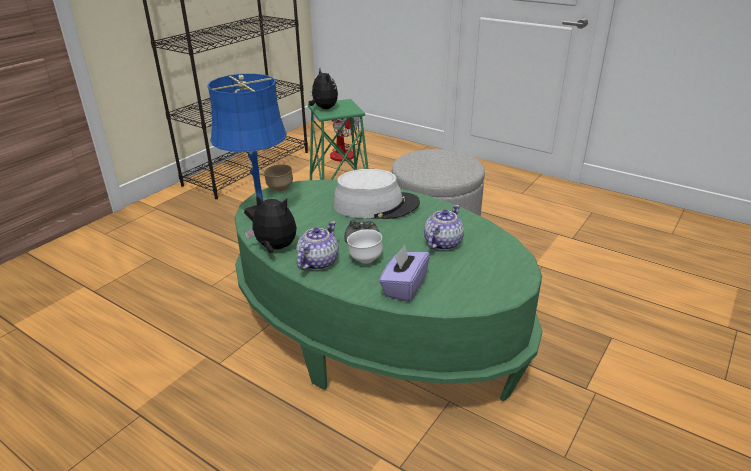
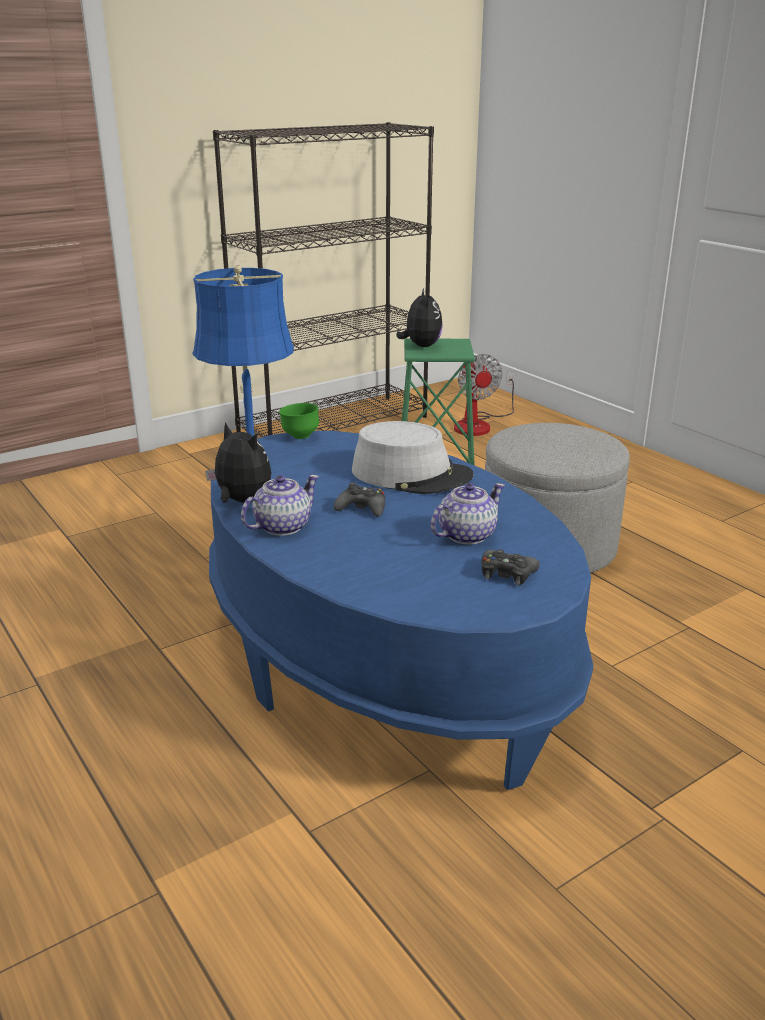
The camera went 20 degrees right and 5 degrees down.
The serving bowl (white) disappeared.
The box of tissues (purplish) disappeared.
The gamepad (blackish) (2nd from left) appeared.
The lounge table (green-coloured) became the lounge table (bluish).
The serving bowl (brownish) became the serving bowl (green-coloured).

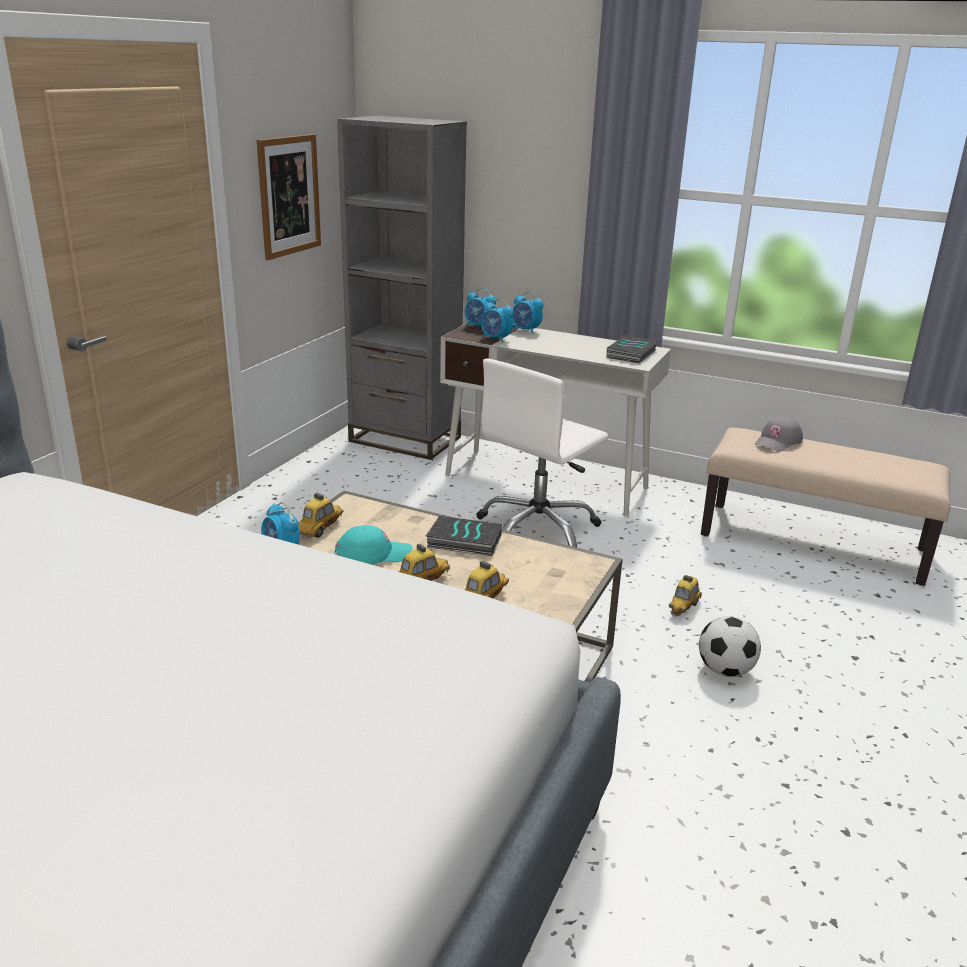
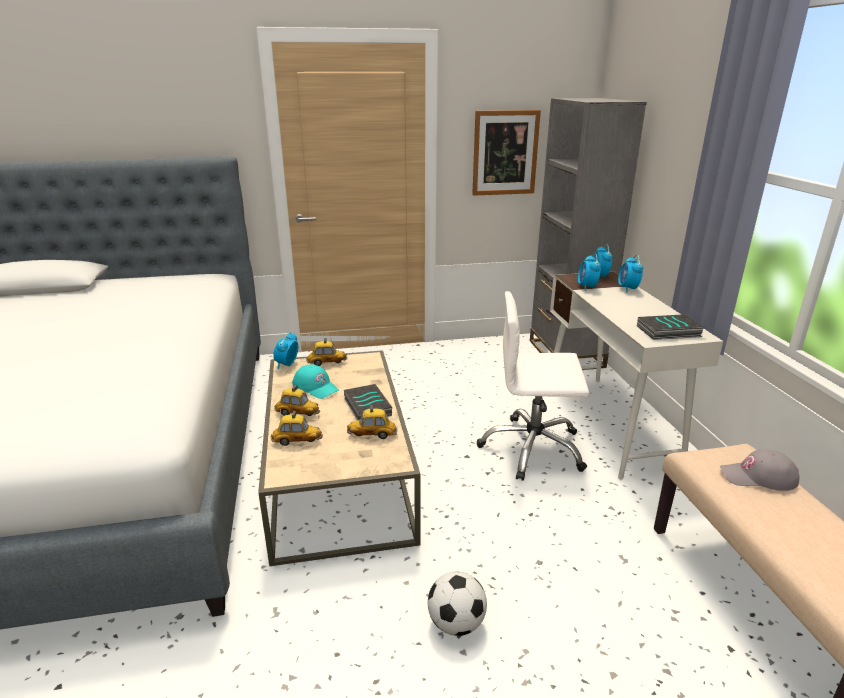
The camera went 55 degrees right and 0 degrees up.
The model car (4th from left) moved.

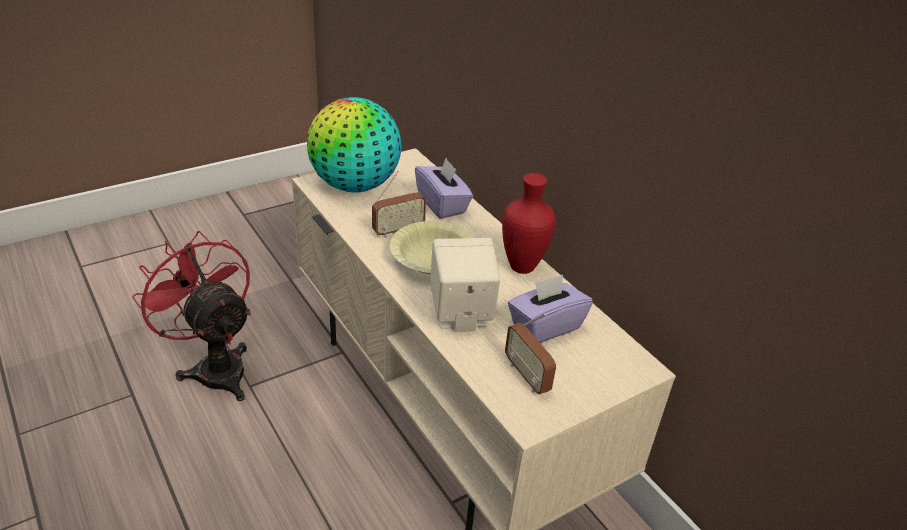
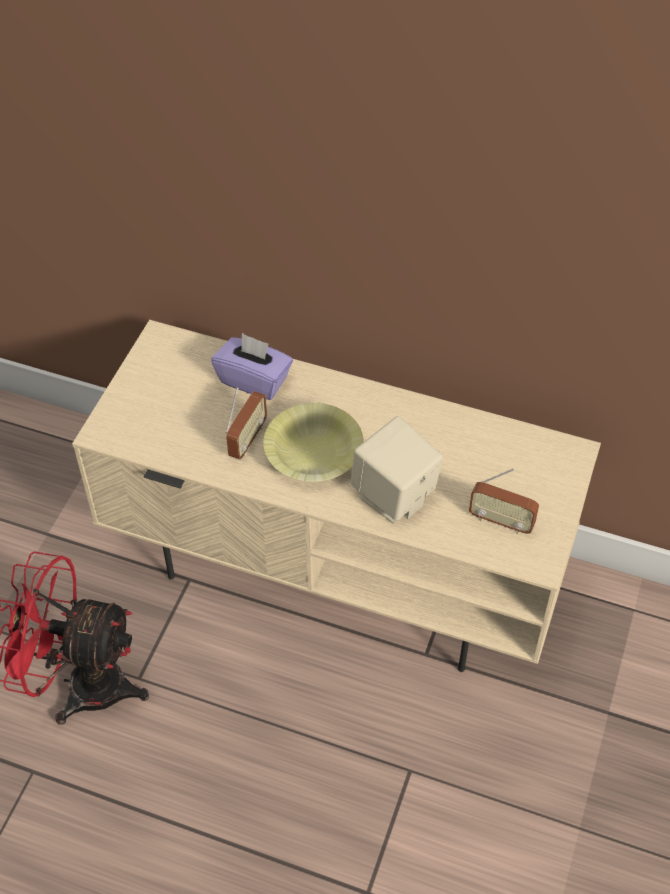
The camera went 35 degrees left and 15 degrees up.
The world globe disappeared.
The vase (red) disappeared.
The box of tissues (purplish) (2nd from left) disappeared.

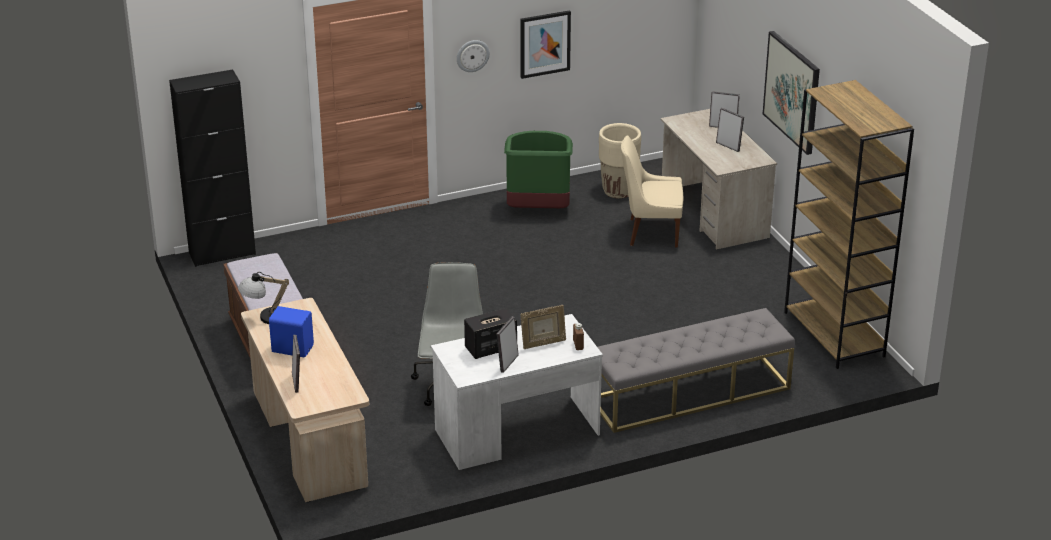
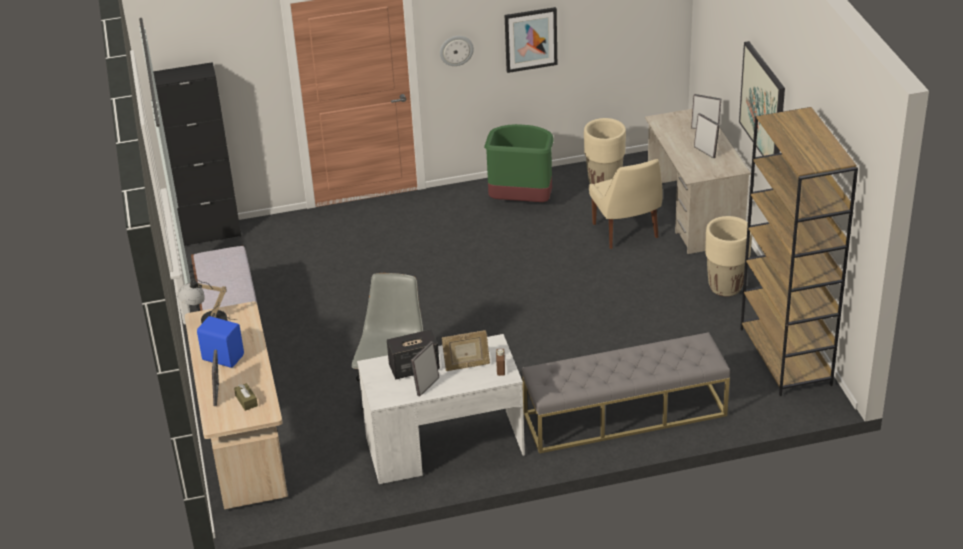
The camera went 10 degrees right and 5 degrees up.
The box of tissues (brownish) appeared.
The planter (sand-coloured) (2nd from left) appeared.
The plain chair (sand-coloured) turned 120 degrees counterclockwise.

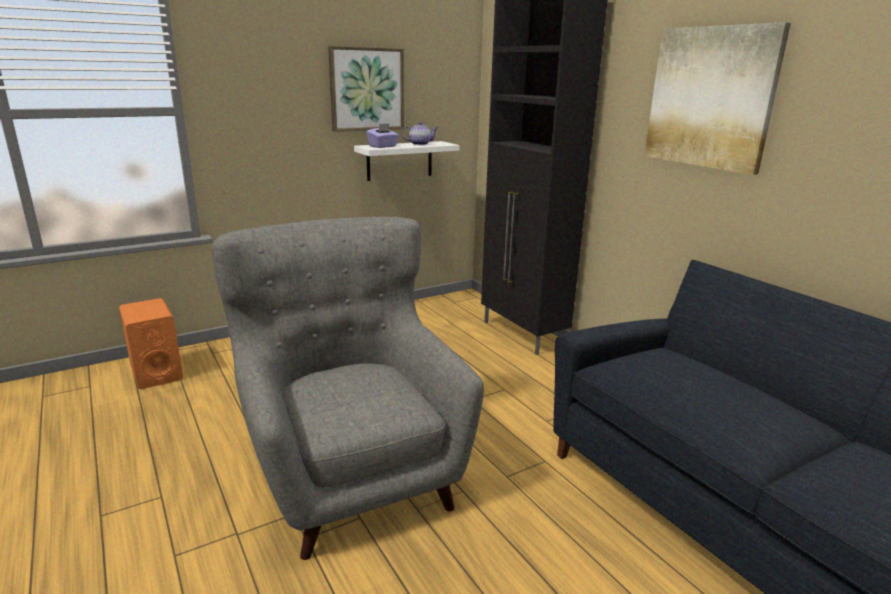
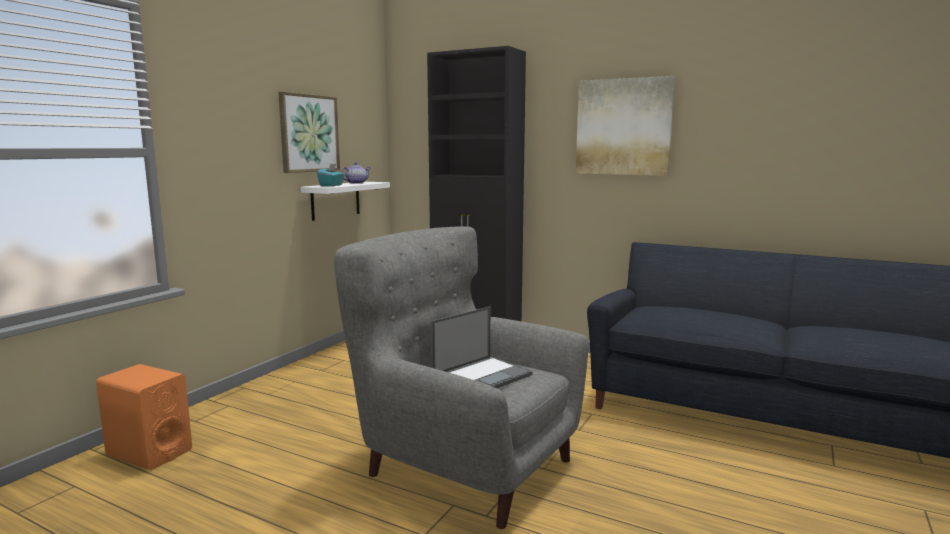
The camera went 30 degrees left and 10 degrees down.
The laptop appeared.
The box of tissues (purplish) became the box of tissues (blue-green).

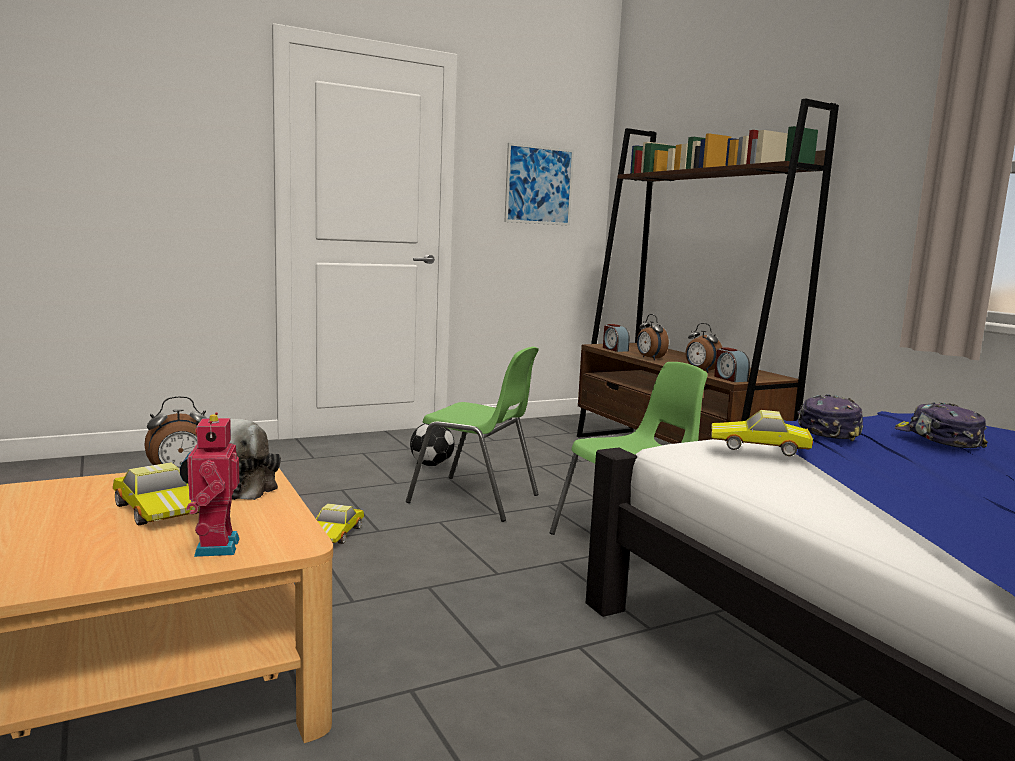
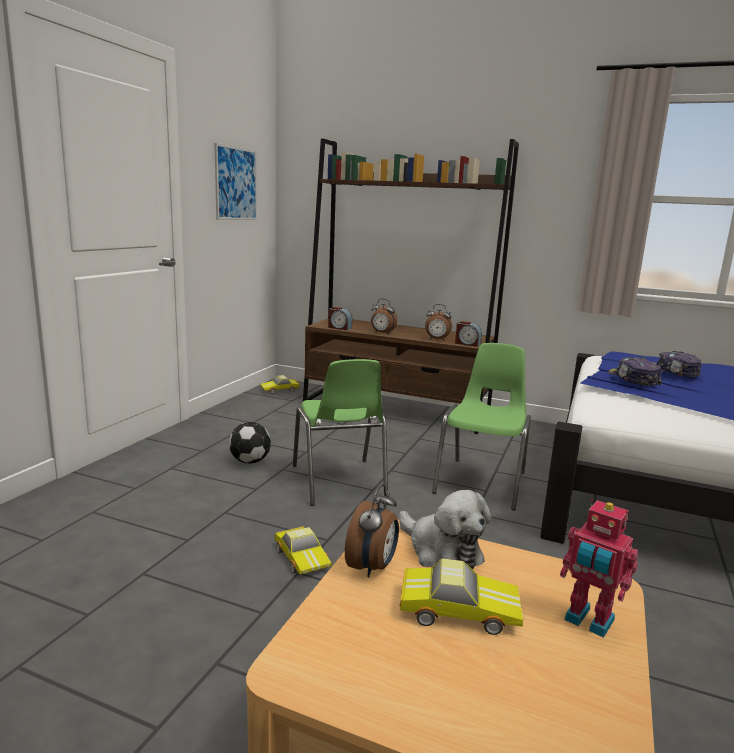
The camera went 40 degrees left and 5 degrees up.
The model car (3rd from left in the first image) moved.
The plain chair (green-coloured) (1st from left) turned 90 degrees clockwise.

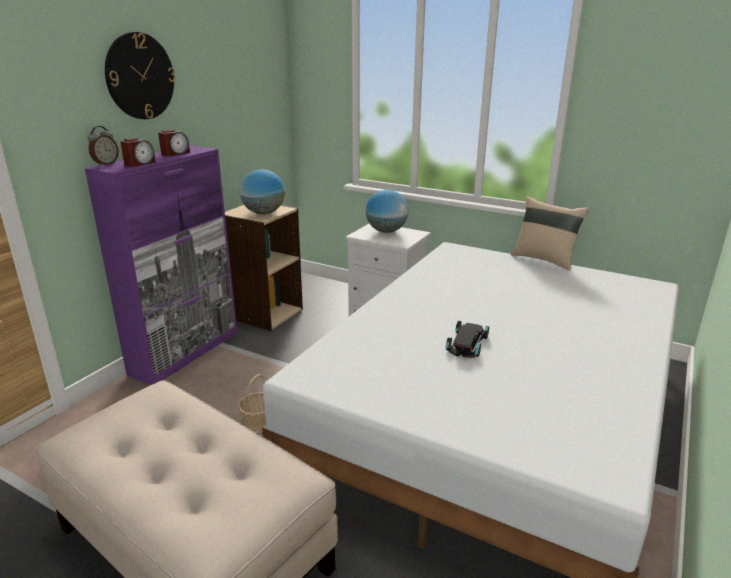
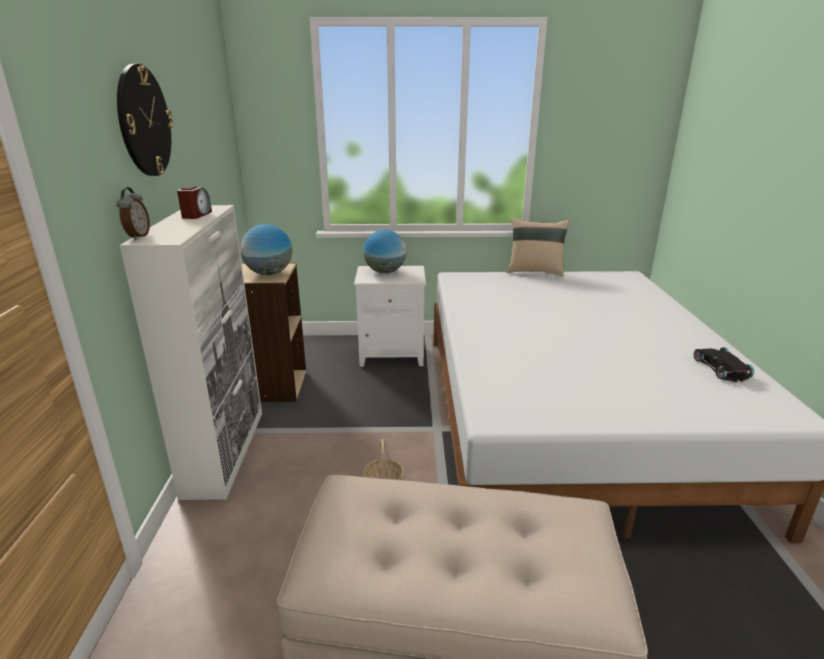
The camera went 30 degrees left and 0 degrees up.
The alarm clock (2nd from left) disappeared.
The model car (blackish) moved.
The cupboard (purplish) became the cupboard (white).

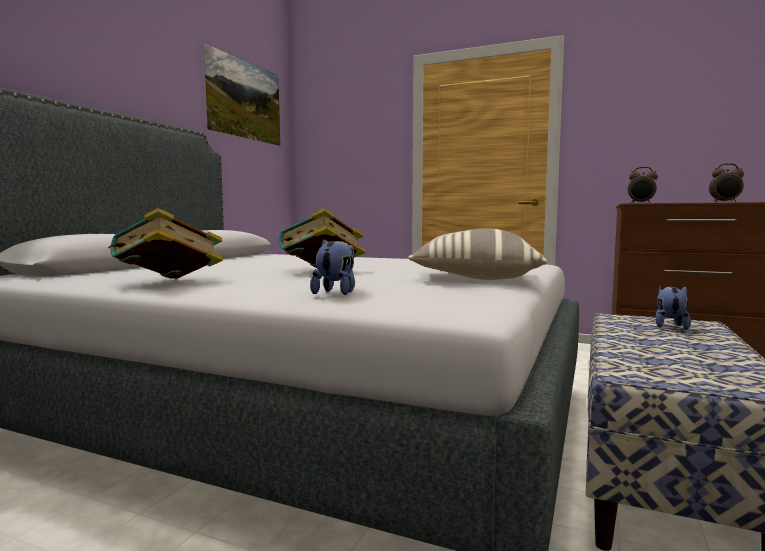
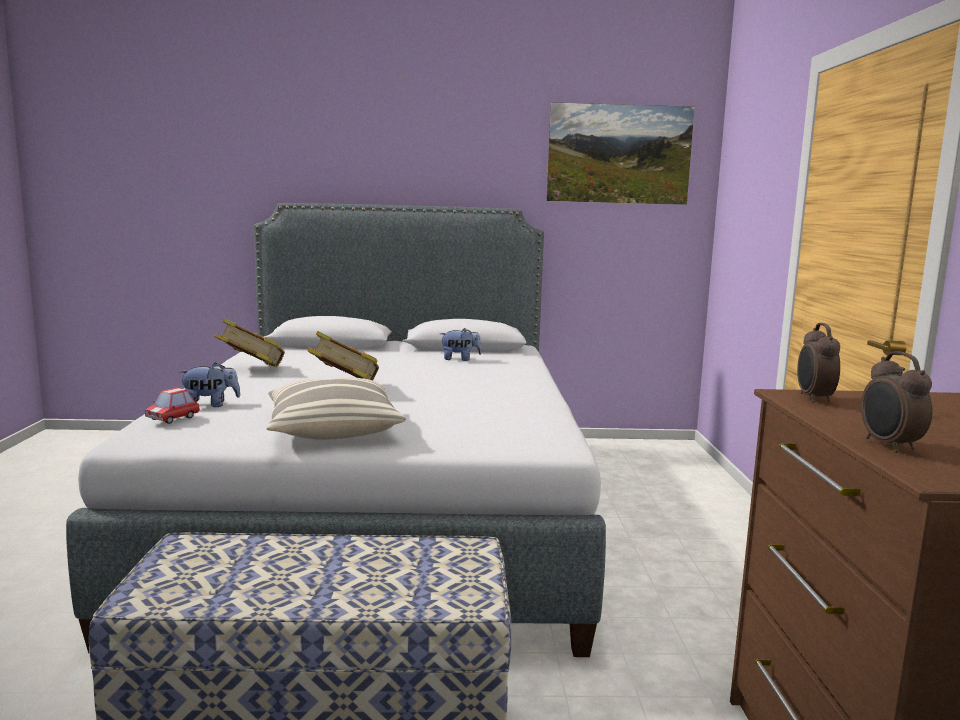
The camera went 65 degrees right and 5 degrees up.
The model car appeared.
The plush toy (2nd from left) moved.

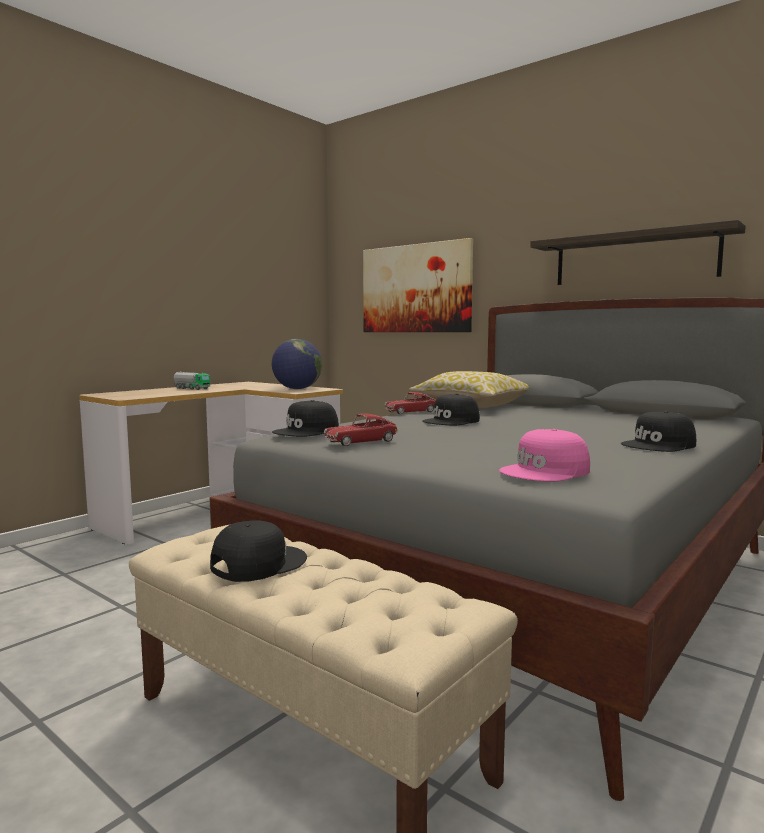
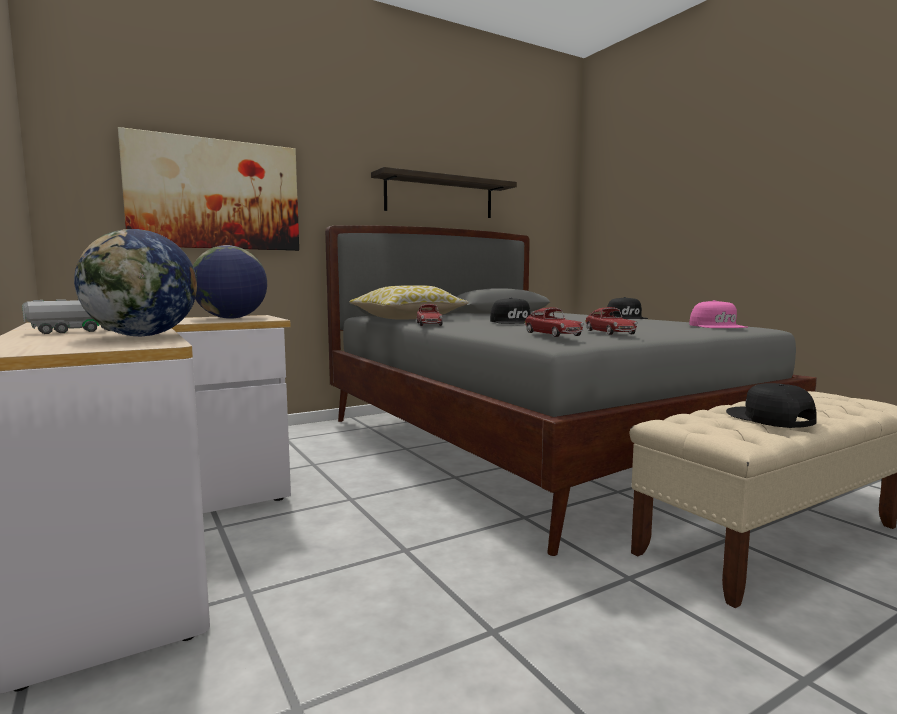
The camera went 70 degrees left and 0 degrees up.
The world globe (1st from left) appeared.
The peaked cap (blackish) (2nd from left) was replaced by the model car (2nd from left).

